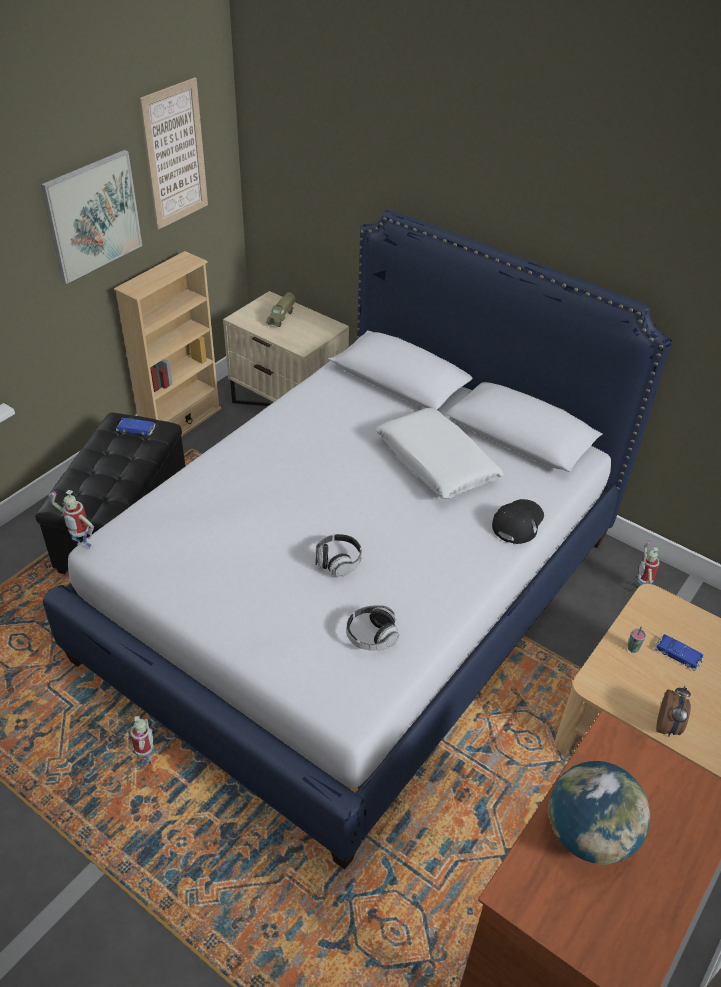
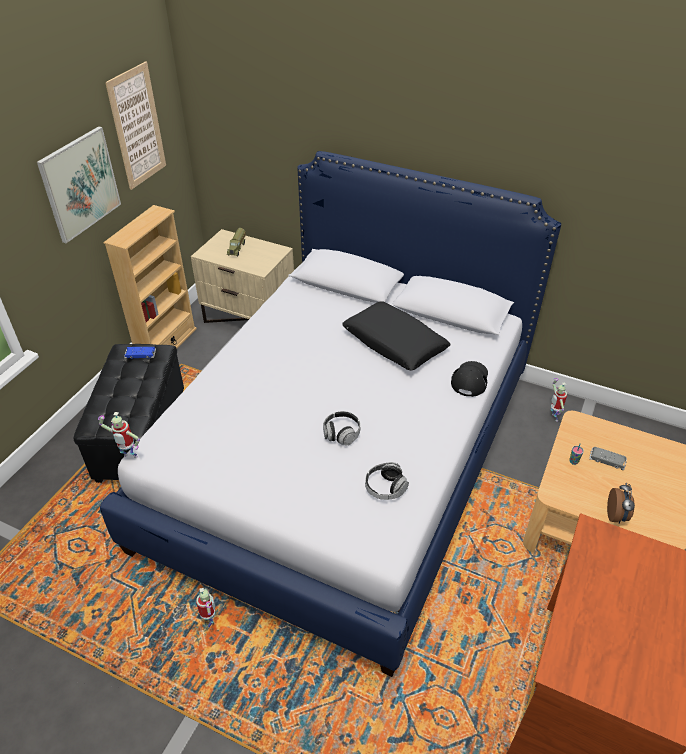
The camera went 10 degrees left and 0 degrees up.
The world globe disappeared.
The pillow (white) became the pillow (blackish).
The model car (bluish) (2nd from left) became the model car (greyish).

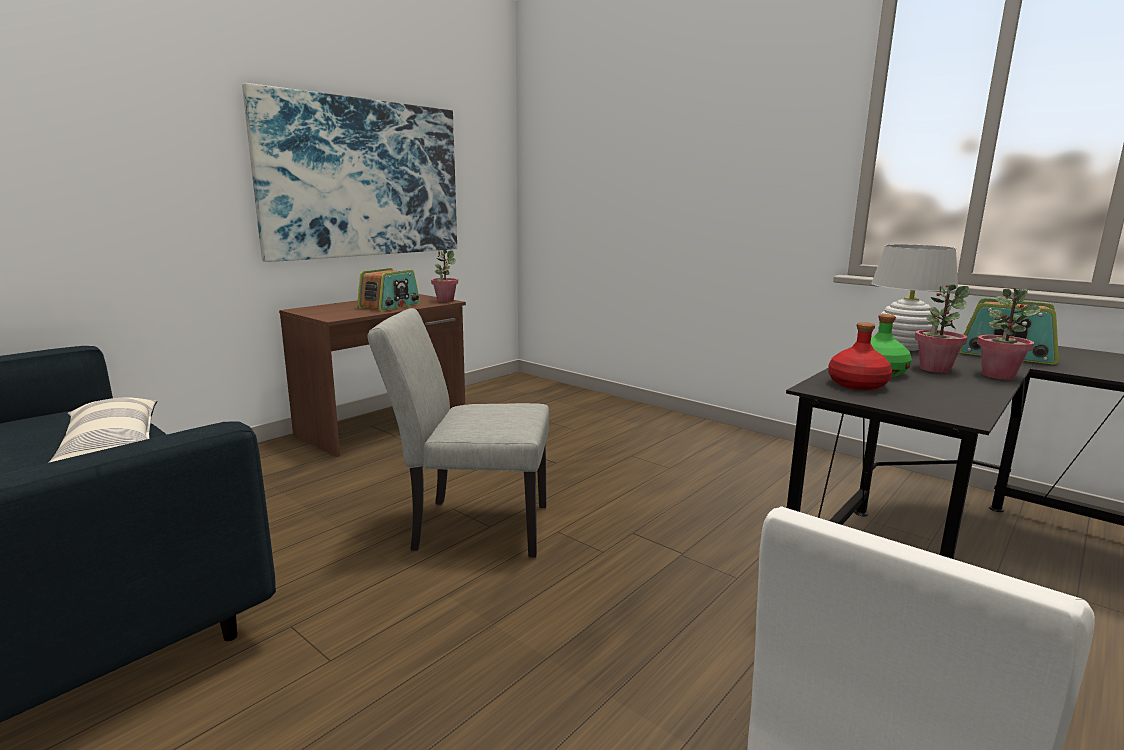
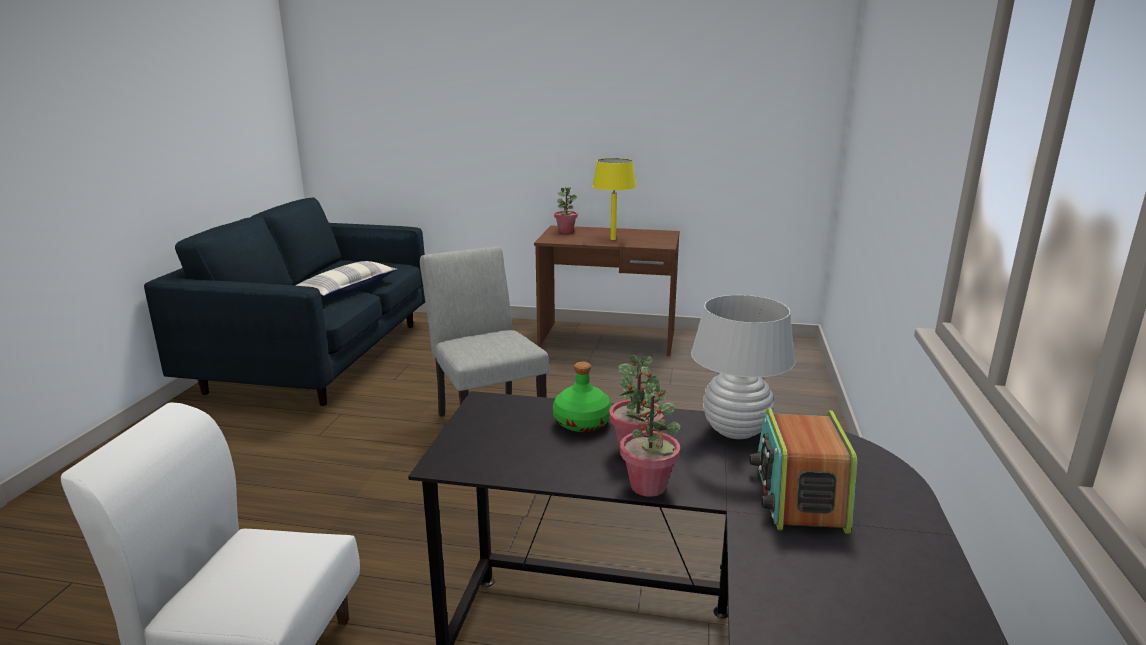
The camera went 60 degrees right and 5 degrees up.
The wall art disappeared.
The beverage bottle (red) disappeared.
The houseplant (1st from left) moved.
The radio (1st from left) was replaced by the tabletop lamp (yellow-coloured).

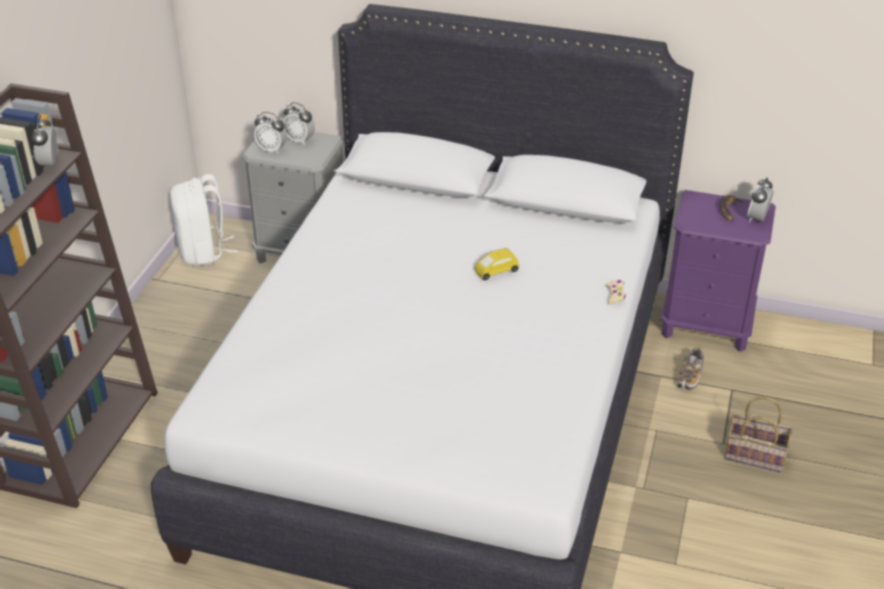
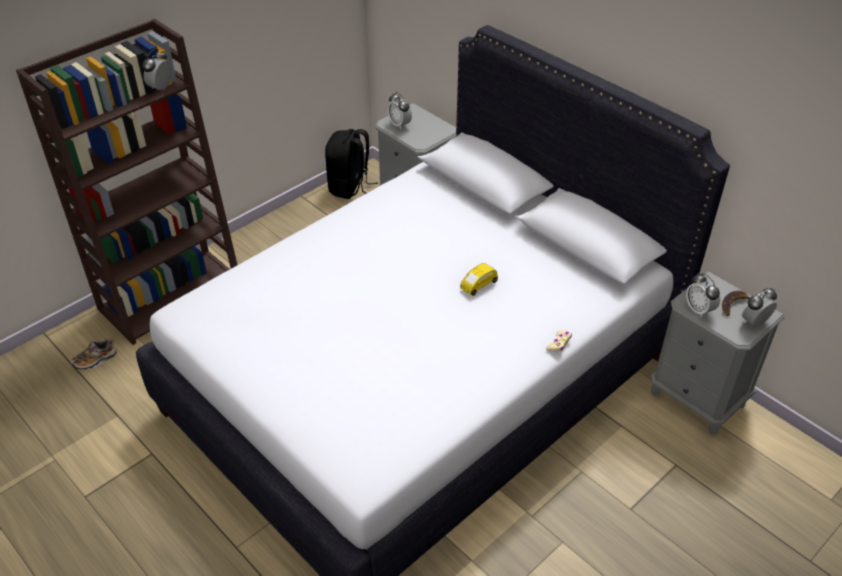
The camera went 30 degrees right and 5 degrees up.
The basket disappeared.
The alarm clock (3rd from left) moved.
The low shoe moved.
The knapsack (white) became the knapsack (blackish).
The night table (purplish) became the night table (greyish) (2nd from left).
The model car (yellow-coloured) turned 45 degrees counterclockwise.

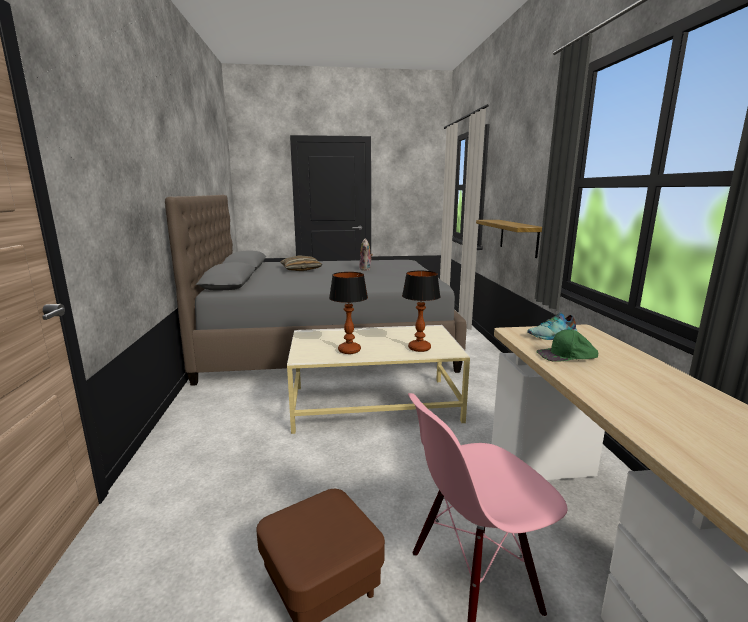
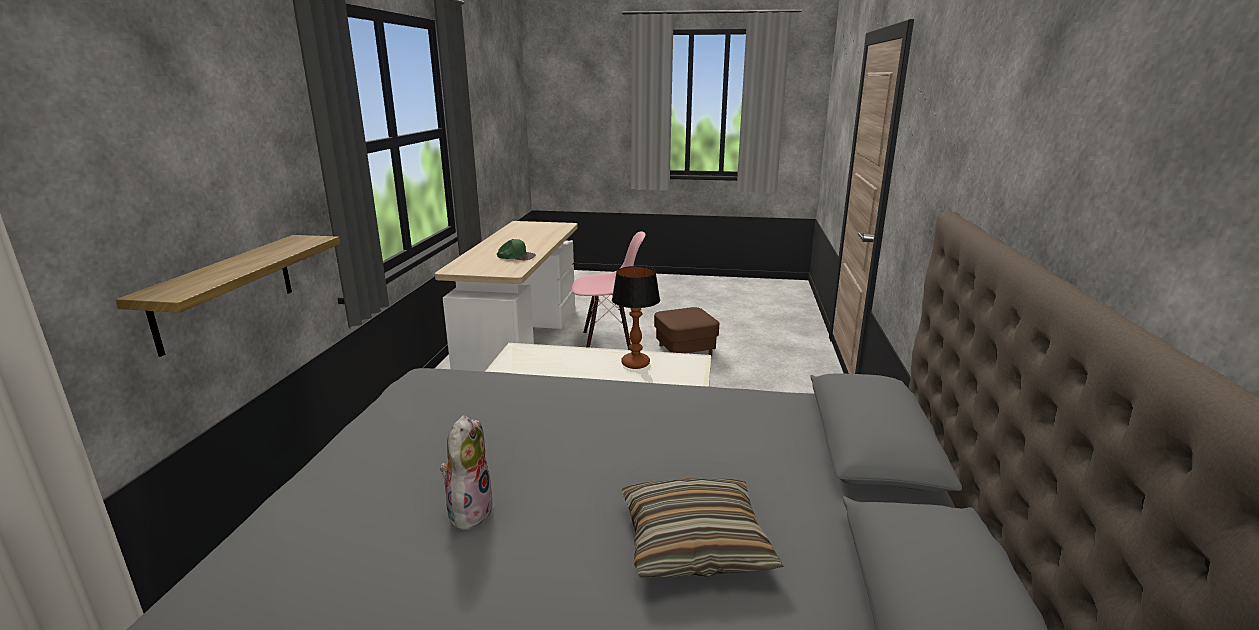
The camera went 165 degrees left and 5 degrees up.
The tabletop lamp (2nd from left) disappeared.
The low shoe disappeared.

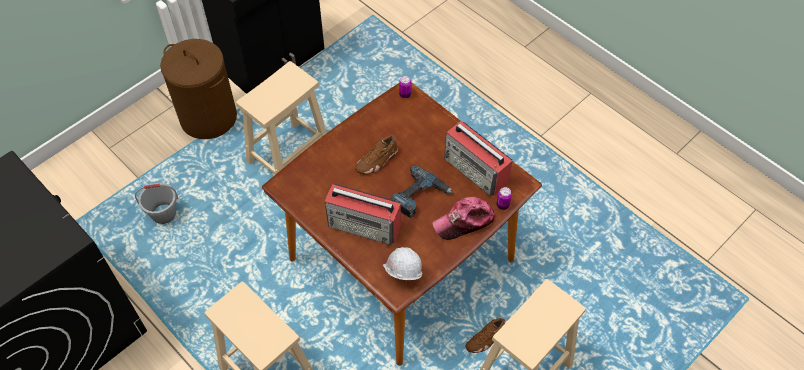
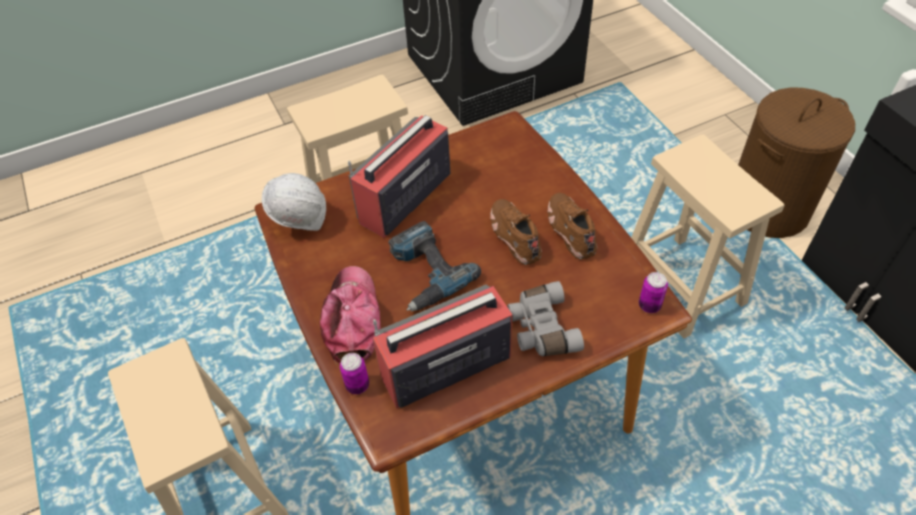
The camera went 110 degrees right and 5 degrees down.
The water bucket (greyish) disappeared.
The binoculars (greyish) appeared.
The low shoe (brownish) (2nd from left) moved.

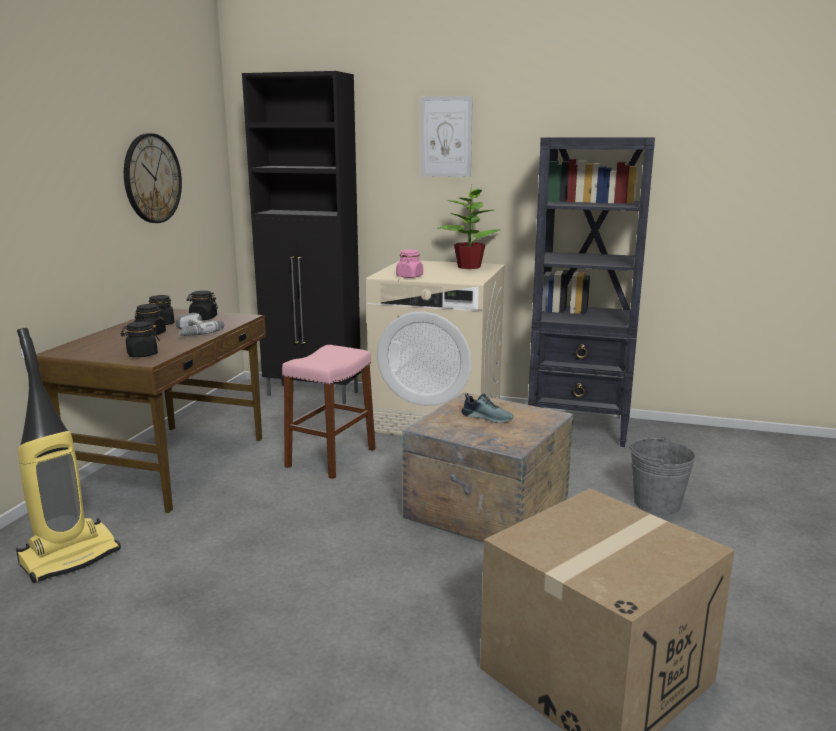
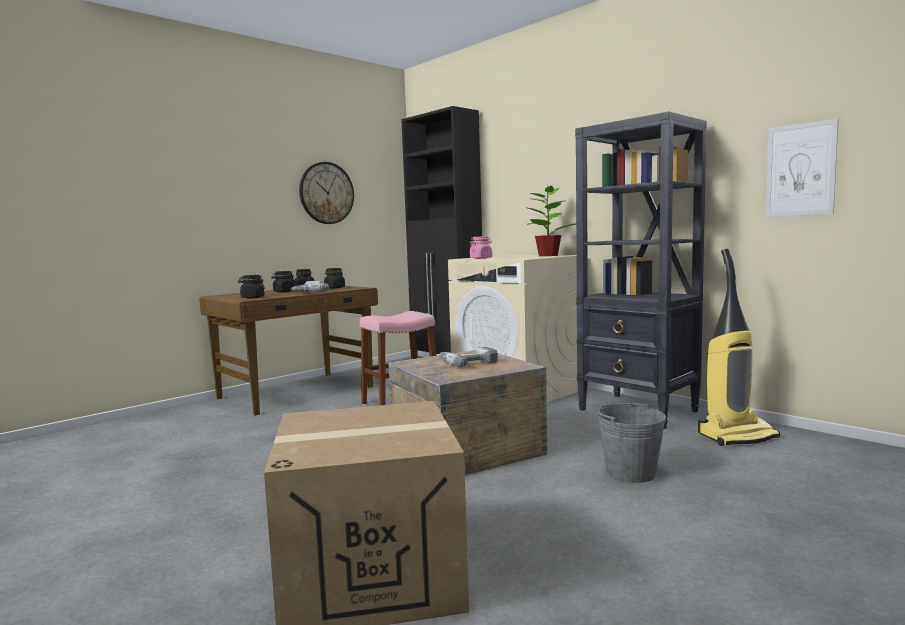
The camera went 30 degrees right and 10 degrees down.
The vacuum moved.
The wall art moved.
The low shoe was replaced by the drill (2nd from left).

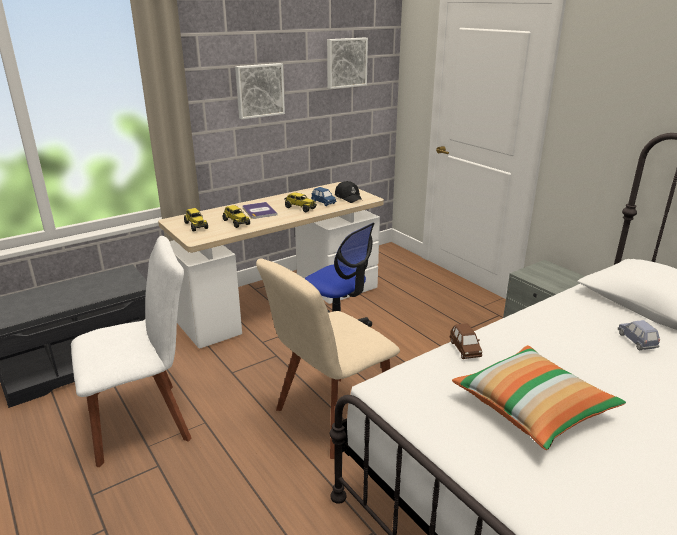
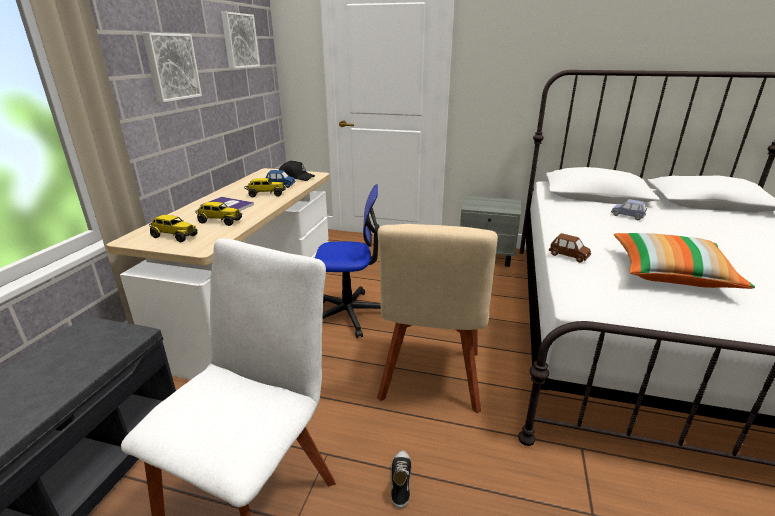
The camera went 40 degrees left and 0 degrees up.
The low shoe appeared.

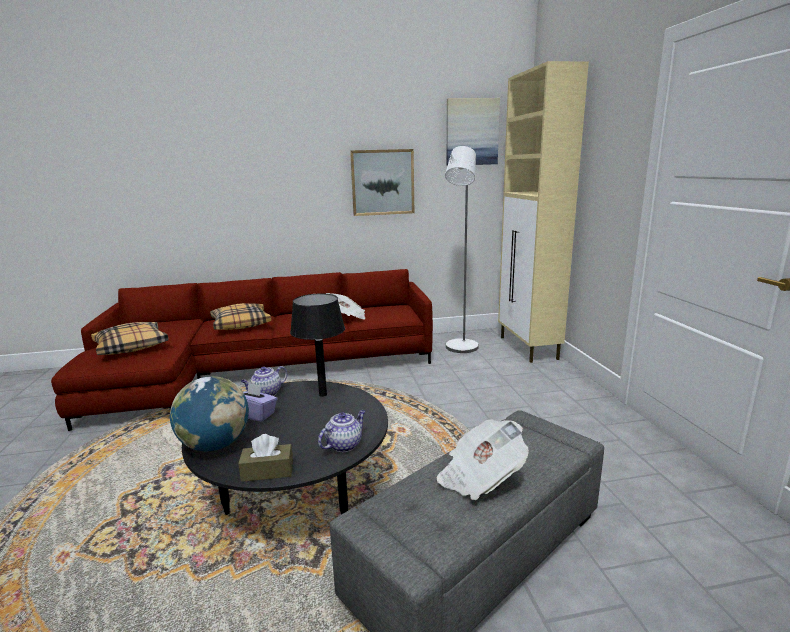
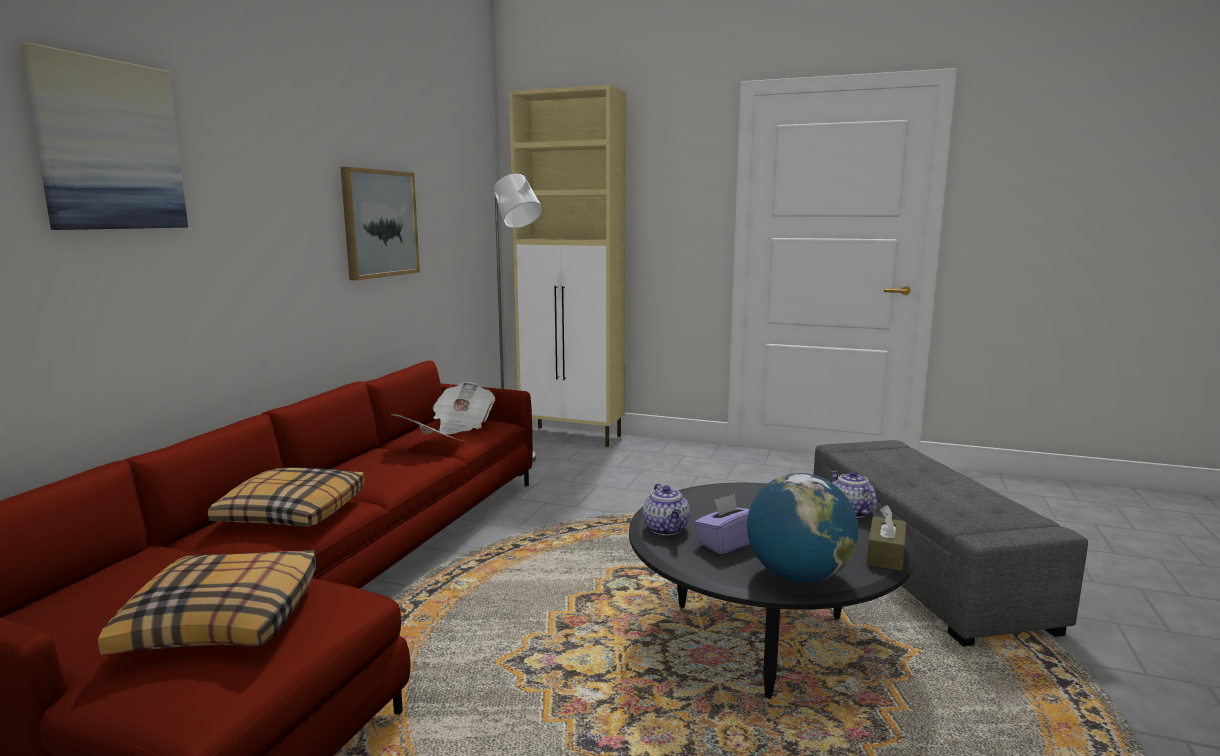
The camera went 60 degrees left and 5 degrees down.
The tabletop lamp (blackish) disappeared.
The daily paper (2nd from left) moved.
The wall art (2nd from left in the first image) moved.

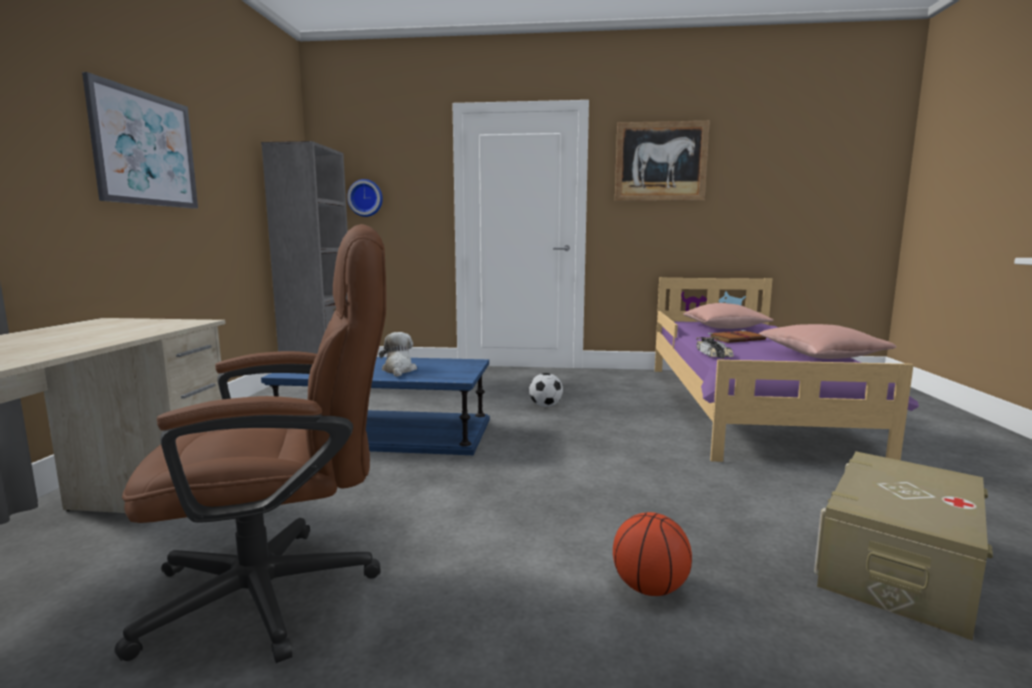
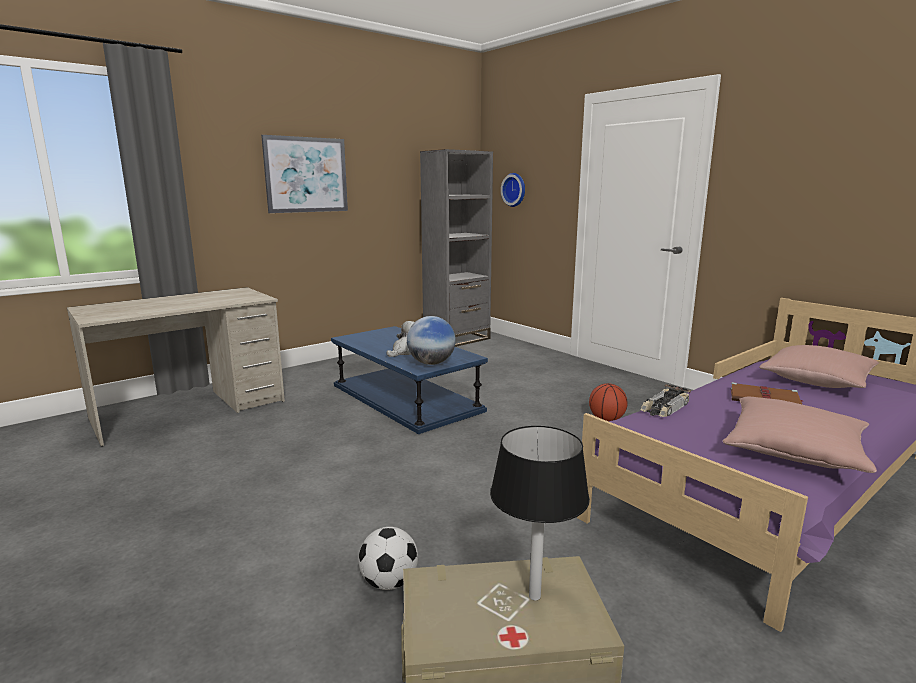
The camera went 45 degrees right and 5 degrees up.
The desk chair (brownish) disappeared.
The wall art (2nd from left) disappeared.
The world globe appeared.
The tabletop lamp (blackish) appeared.
The football moved.
The basketball moved.

